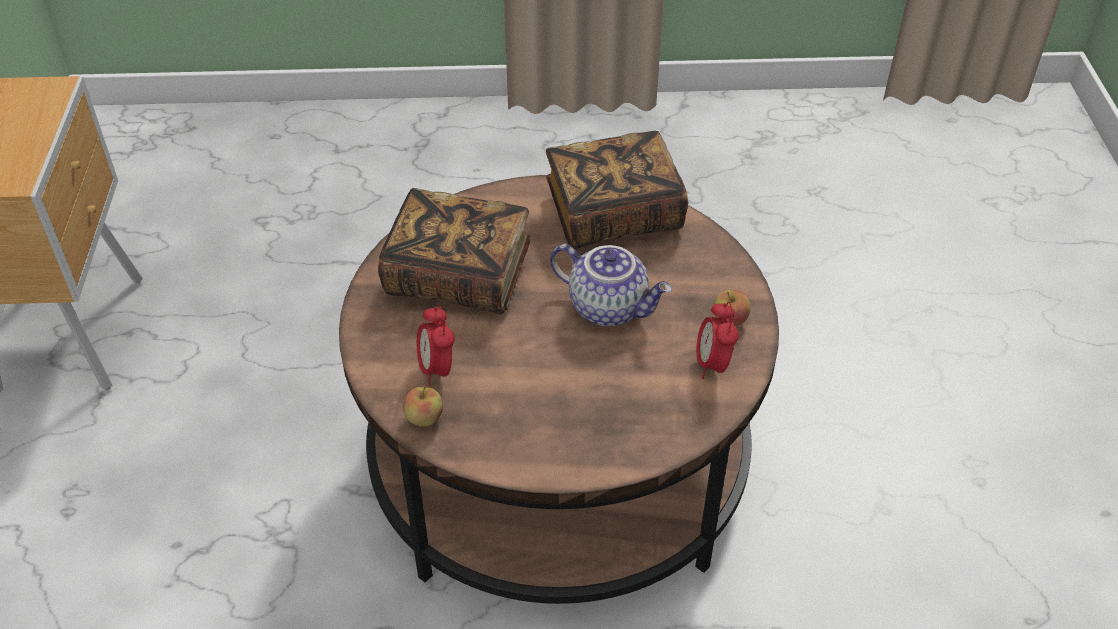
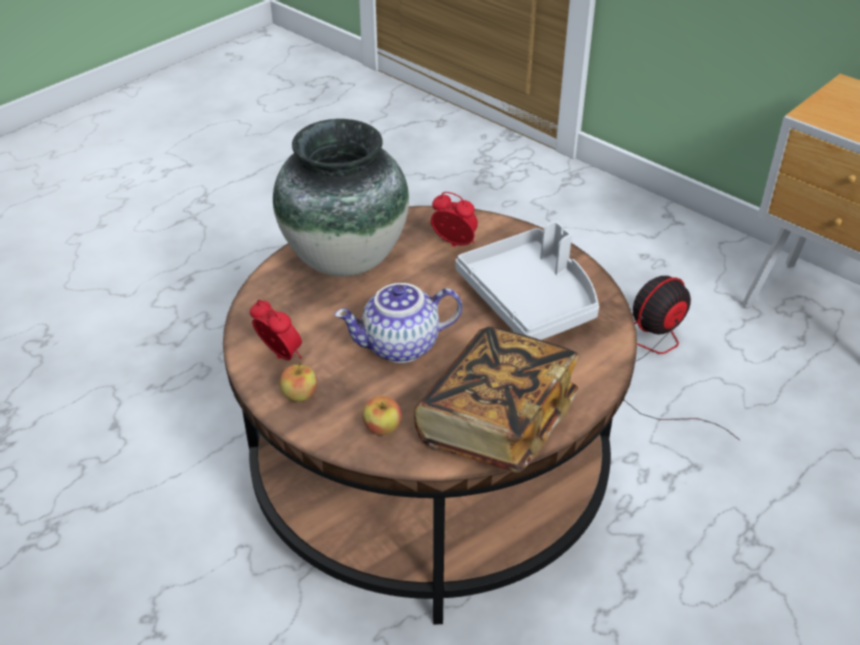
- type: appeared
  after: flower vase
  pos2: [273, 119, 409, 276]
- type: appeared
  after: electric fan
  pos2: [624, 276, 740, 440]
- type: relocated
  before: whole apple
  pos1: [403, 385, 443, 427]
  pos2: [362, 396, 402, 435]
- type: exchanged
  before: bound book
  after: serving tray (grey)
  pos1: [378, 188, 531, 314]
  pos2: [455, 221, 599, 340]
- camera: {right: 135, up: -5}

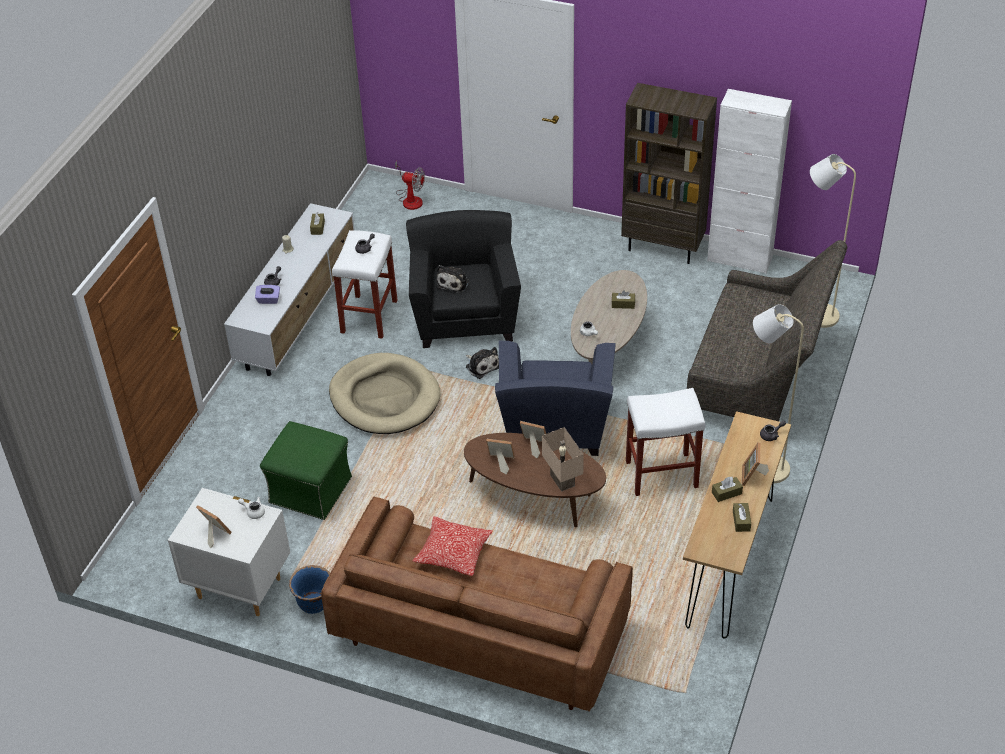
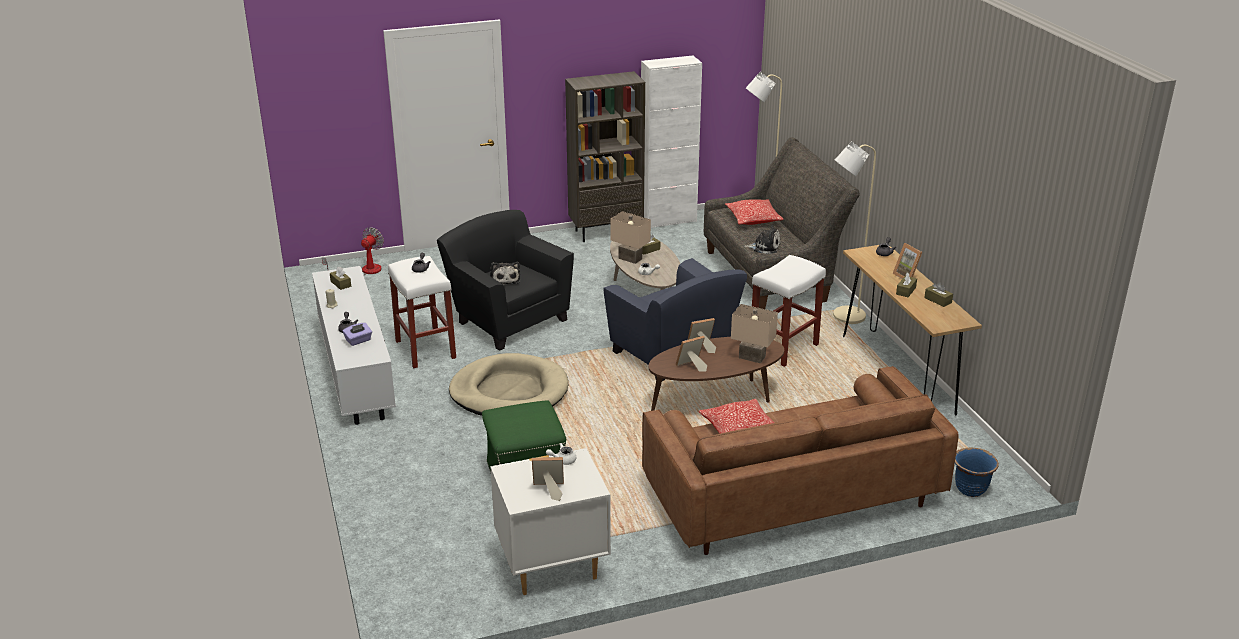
- type: appeared
  after: tabletop lamp (beige)
  pos2: [611, 211, 651, 264]
- type: appeared
  after: cushion
  pos2: [725, 199, 784, 225]
- type: relocated
  before: flower pot (bluish)
  pos1: [289, 565, 330, 614]
  pos2: [955, 448, 999, 497]
- type: relocated
  before: soft toy
  pos1: [466, 347, 499, 379]
  pos2: [744, 225, 781, 254]
- type: spun
  before: electric fan
  pos1: [395, 161, 425, 210]
  pos2: [322, 227, 384, 275]
  turn: -45
- camera: {right: -40, up: -15}

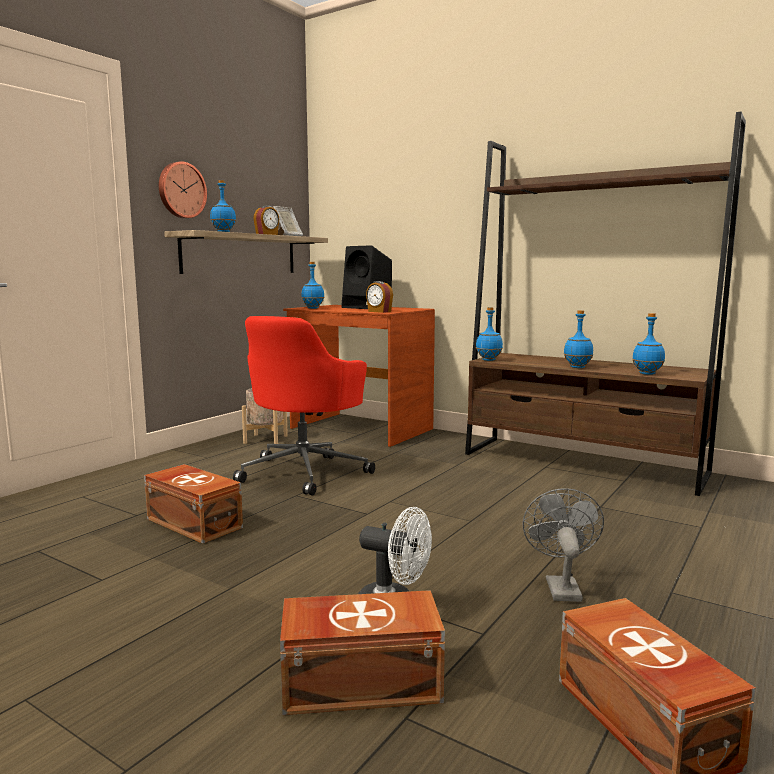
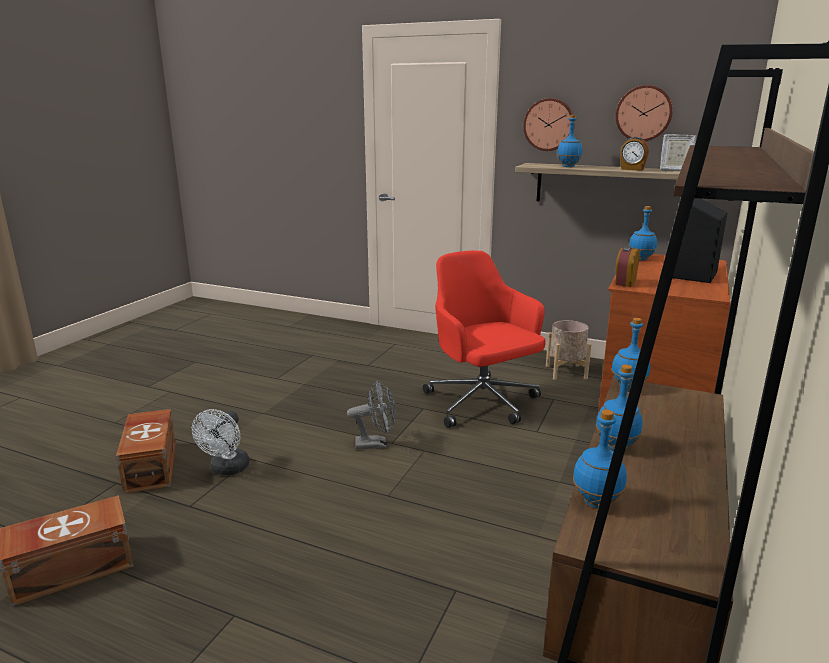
- type: missing
  before: storage container (brownish)
  pos1: [144, 464, 243, 544]
- type: appeared
  after: clock on the wall
  pos2: [616, 85, 673, 141]
- type: relocated
  before: electric fan (grey)
  pos1: [522, 488, 604, 602]
  pos2: [347, 381, 396, 449]
- type: spun
  before: office chair (red-coloured)
  pos1: [233, 316, 375, 495]
  pos2: [423, 250, 546, 428]
  turn: 45
- camera: {right: 80, up: 10}

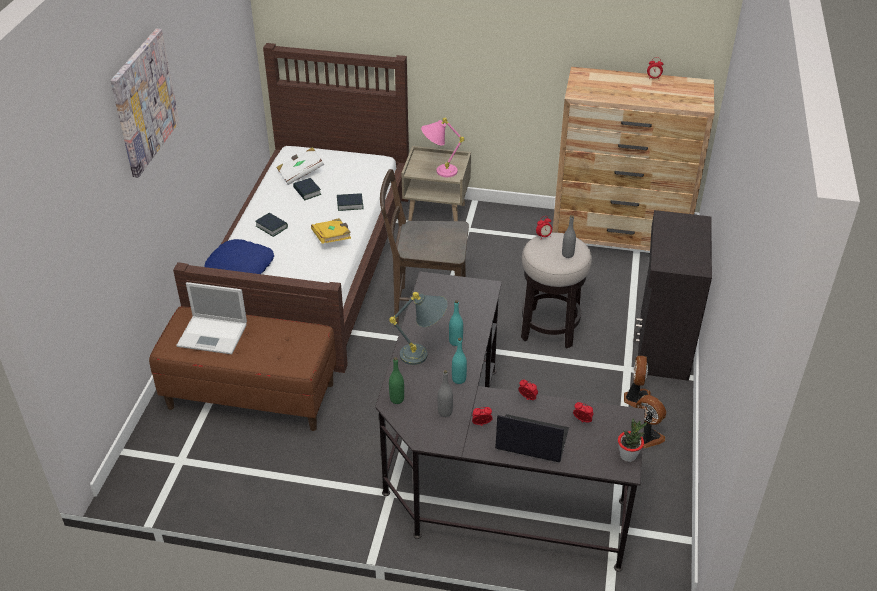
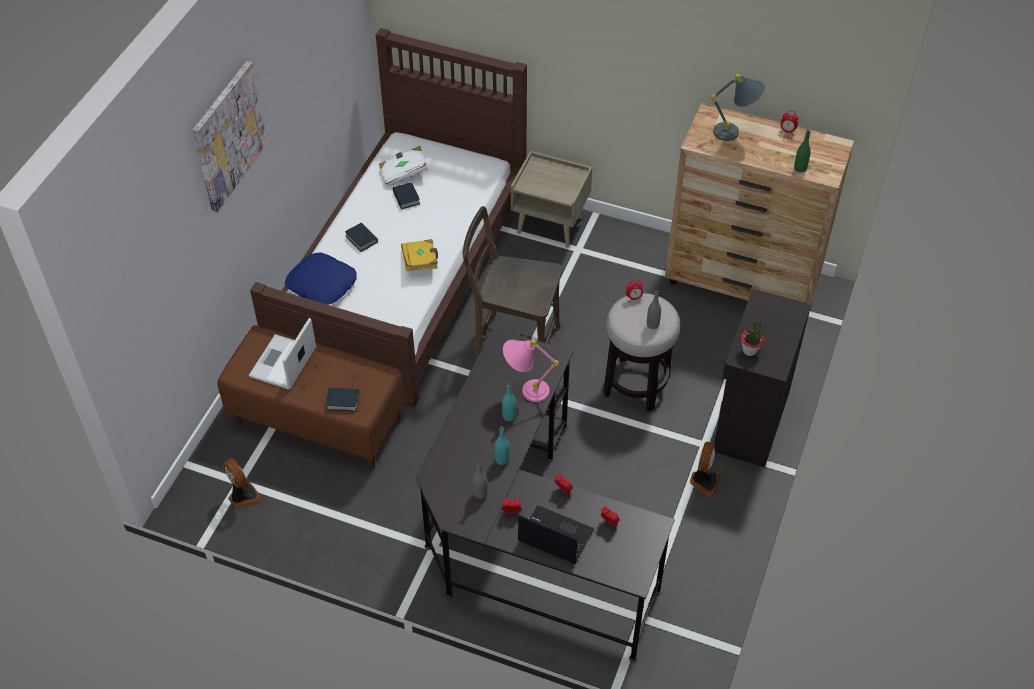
- type: relocated
  before: bound book
  pos1: [337, 193, 364, 211]
  pos2: [326, 388, 359, 412]
- type: relocated
  before: bottle (green-coloured)
  pos1: [389, 357, 404, 404]
  pos2: [794, 130, 811, 173]
- type: relocated
  before: tabletop lamp (grey)
  pos1: [390, 292, 448, 365]
  pos2: [710, 74, 765, 141]
- type: relocated
  before: tabletop lamp (pinkish)
  pos1: [421, 118, 465, 177]
  pos2: [503, 340, 559, 402]
- type: relocated
  before: plant in a pot
  pos1: [618, 419, 647, 462]
  pos2: [741, 319, 767, 356]
- type: relocated
  before: electric fan
  pos1: [636, 395, 666, 448]
  pos2: [223, 458, 262, 507]
- type: spun
  before: portable computer
  pos1: [176, 282, 247, 354]
  pos2: [249, 318, 316, 390]
  turn: 90
- camera: {right: 10, up: 10}

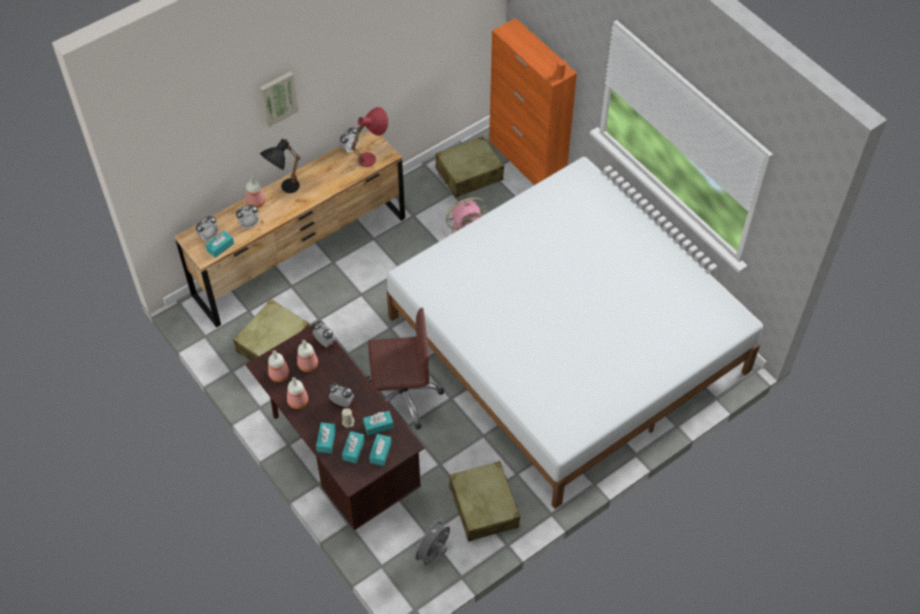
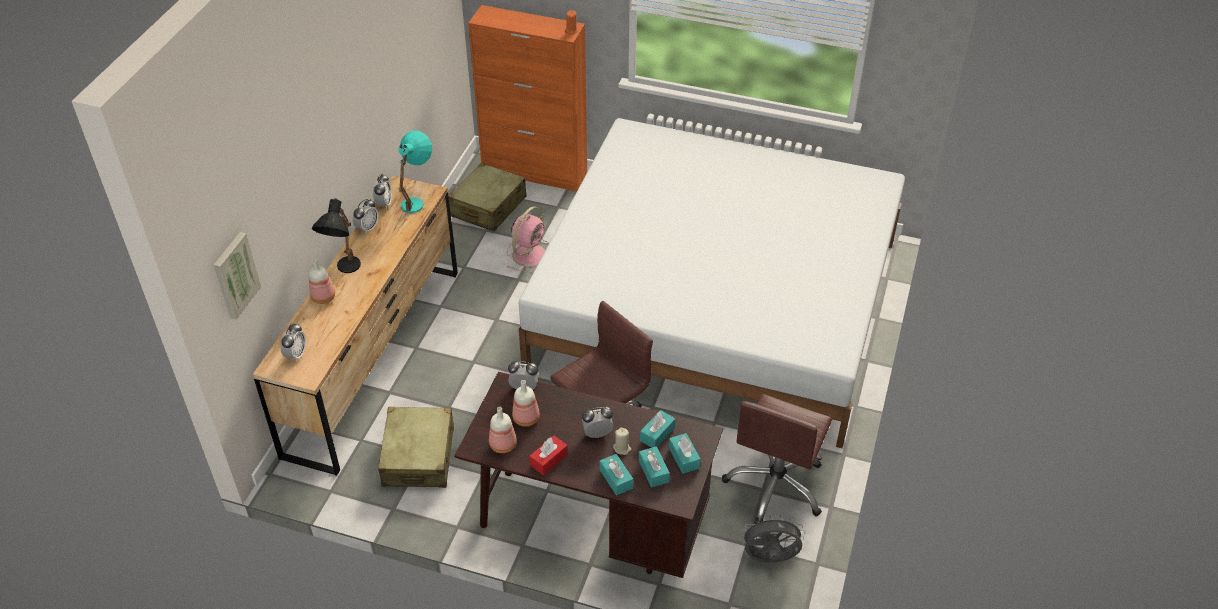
- type: missing
  before: tissue holder (turquoise)
  pos1: [205, 230, 234, 258]
- type: relocated
  before: table clock
  pos1: [236, 205, 259, 229]
  pos2: [353, 199, 379, 234]
- type: relocated
  before: wall art
  pos1: [260, 71, 299, 127]
  pos2: [214, 232, 261, 320]
- type: exchanged
  before: bottle
  after: tissue holder (red-coloured)
  pos1: [287, 377, 308, 409]
  pos2: [529, 436, 568, 475]
- type: exchanged
  before: suitcase (beige)
  after: office chair (brownish)
  pos1: [449, 461, 520, 542]
  pos2: [722, 394, 832, 524]
- type: colour
  before: tabletop lamp (red-coloured)
  after: tabletop lamp (turquoise)
  pos1: [351, 107, 388, 167]
  pos2: [398, 131, 432, 213]
- type: spun
  before: electric fan (grey)
  pos1: [412, 517, 450, 565]
  pos2: [740, 515, 805, 562]
  turn: 90
- camera: {right: -35, up: -10}

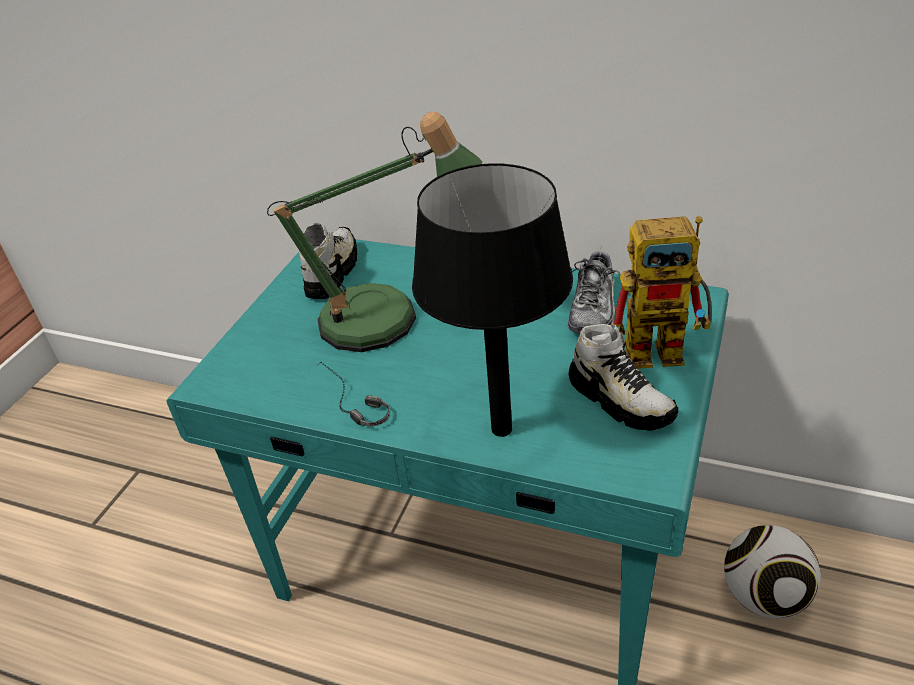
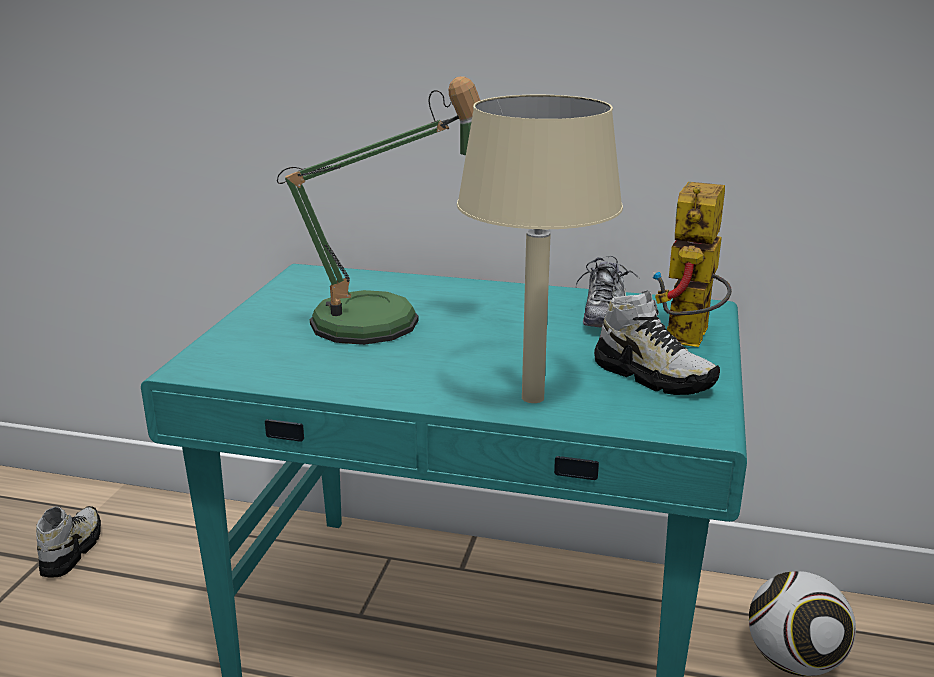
- type: missing
  before: headphones
  pos1: [318, 362, 390, 426]
- type: relocated
  before: low shoe
  pos1: [298, 223, 357, 299]
  pos2: [36, 506, 101, 577]
- type: colour
  before: tabletop lamp (black)
  after: tabletop lamp (beige)
  pos1: [412, 163, 573, 437]
  pos2: [457, 95, 623, 403]
- type: spun
  before: model robot
  pos1: [612, 216, 712, 369]
  pos2: [653, 182, 732, 347]
  turn: 120
- camera: {right: -10, up: -15}

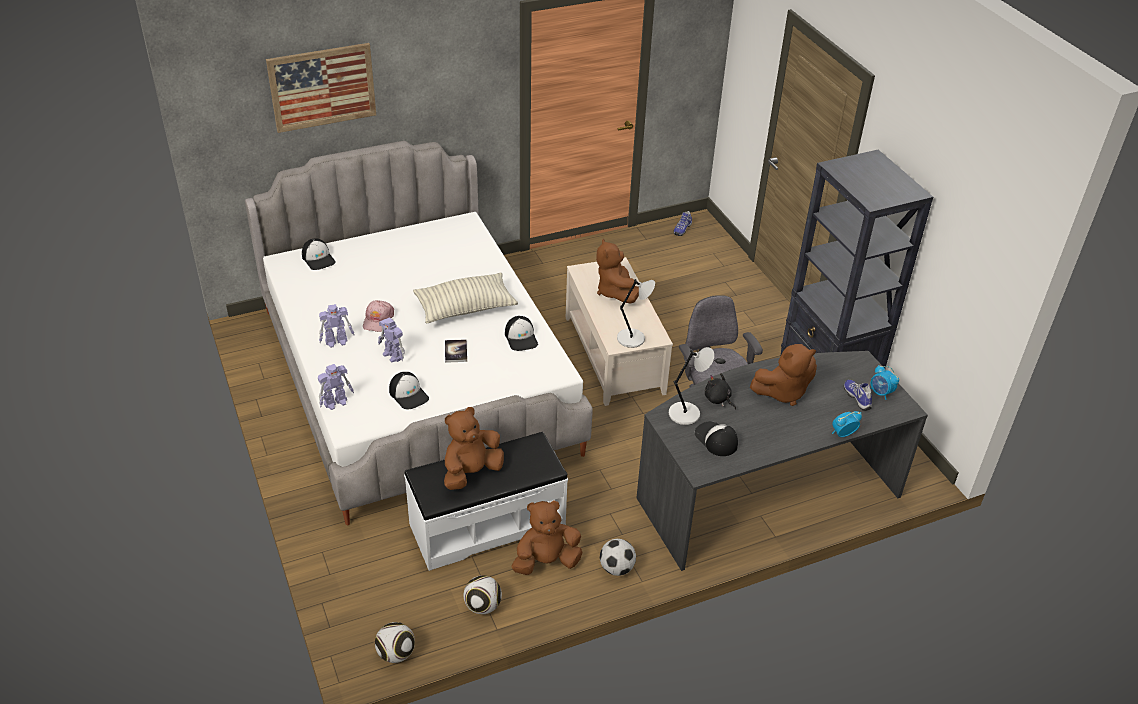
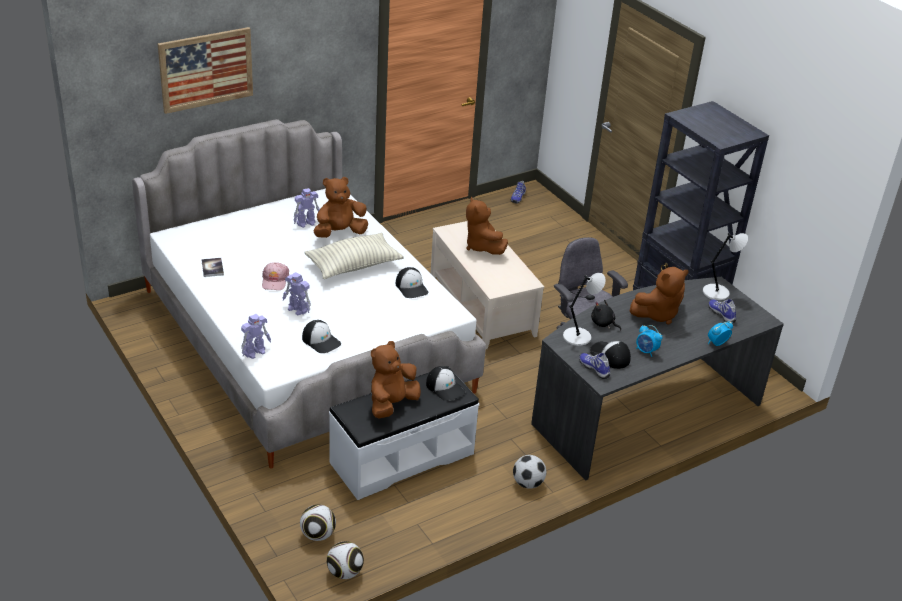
- type: appeared
  after: low shoe
  pos2: [579, 353, 610, 379]
- type: relocated
  before: cap
  pos1: [302, 239, 336, 270]
  pos2: [426, 366, 466, 401]
- type: relocated
  before: model robot
  pos1: [319, 304, 354, 348]
  pos2: [294, 188, 320, 228]
- type: relocated
  before: bound book
  pos1: [445, 339, 467, 363]
  pos2: [201, 258, 224, 277]
- type: relocated
  before: ball for football
  pos1: [464, 575, 502, 614]
  pos2: [300, 505, 336, 541]
- type: relocated
  before: soft toy (brownish)
  pos1: [512, 500, 583, 575]
  pos2: [313, 177, 368, 238]
- type: relocated
  before: tabletop lamp (grey)
  pos1: [617, 279, 655, 348]
  pos2: [703, 233, 748, 301]
- type: relocated
  before: table clock
  pos1: [870, 365, 899, 400]
  pos2: [636, 325, 662, 357]
- camera: {right: -10, up: -5}

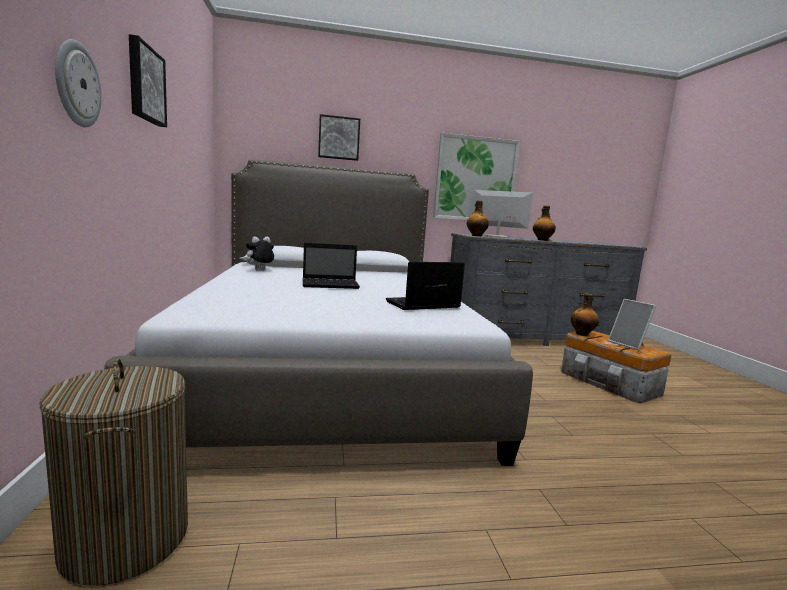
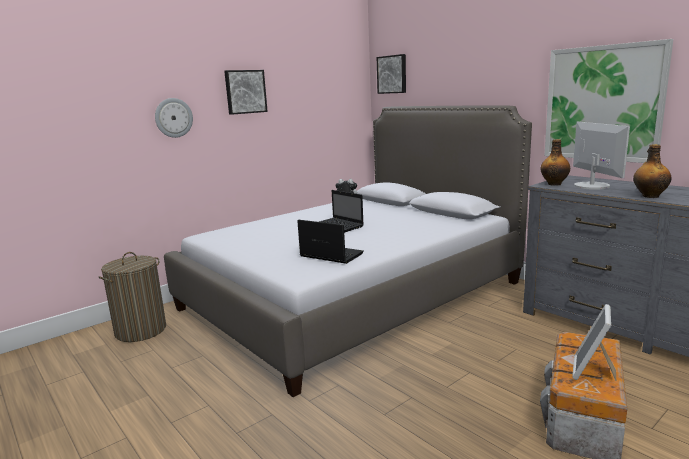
- type: missing
  before: bottle
  pos1: [571, 293, 599, 336]
- type: relocated
  before: wall art
  pos1: [318, 114, 360, 161]
  pos2: [377, 54, 406, 94]
- camera: {right: 60, up: 5}

